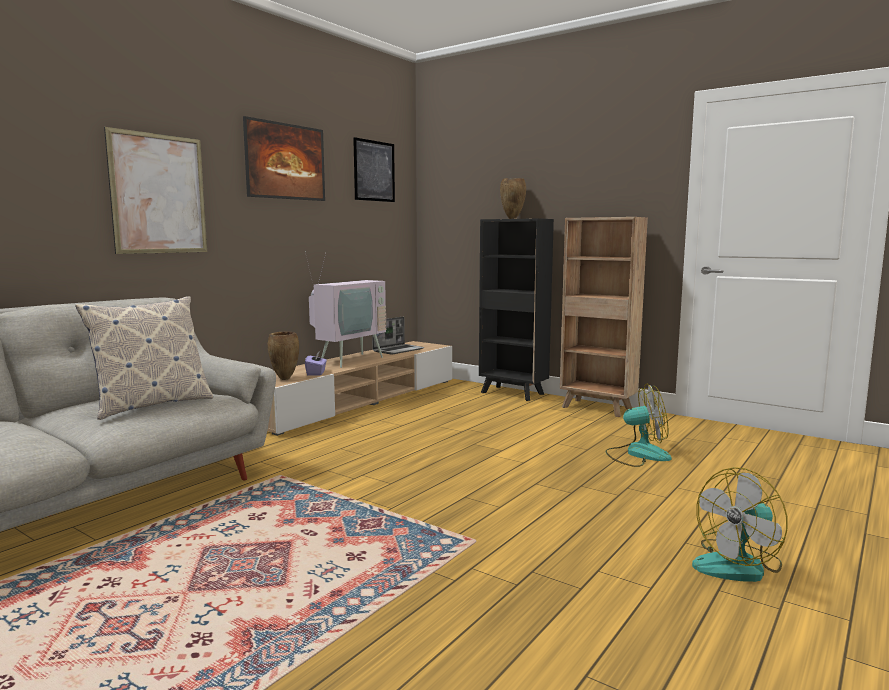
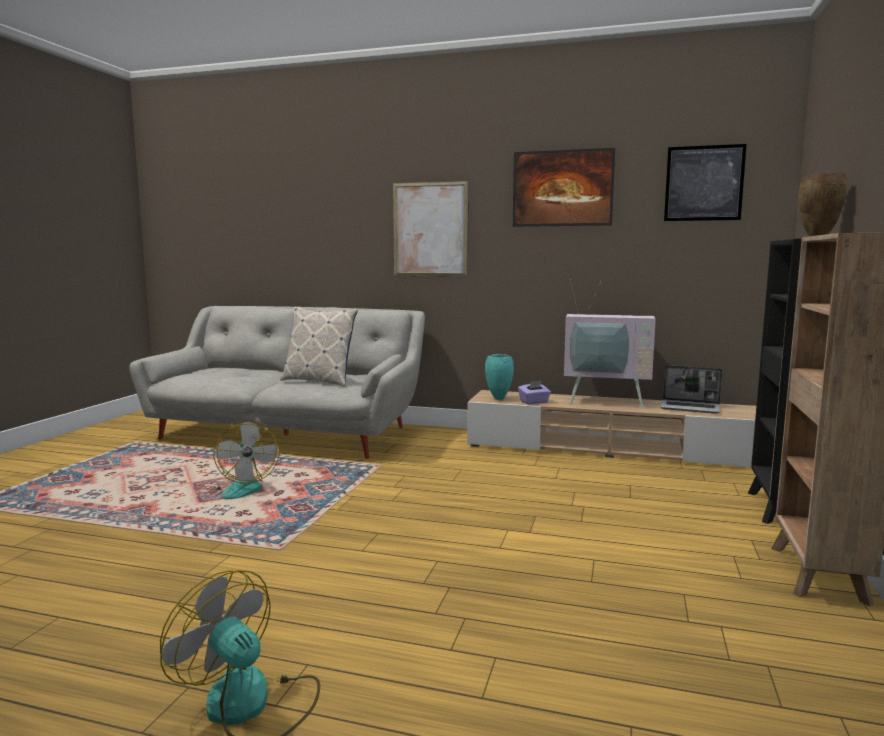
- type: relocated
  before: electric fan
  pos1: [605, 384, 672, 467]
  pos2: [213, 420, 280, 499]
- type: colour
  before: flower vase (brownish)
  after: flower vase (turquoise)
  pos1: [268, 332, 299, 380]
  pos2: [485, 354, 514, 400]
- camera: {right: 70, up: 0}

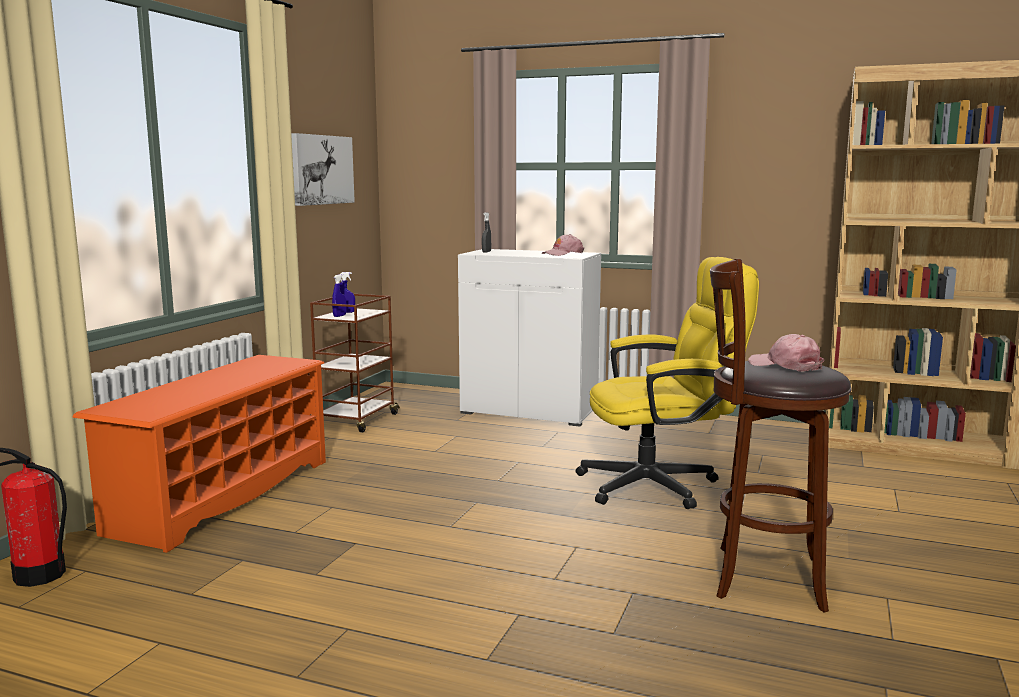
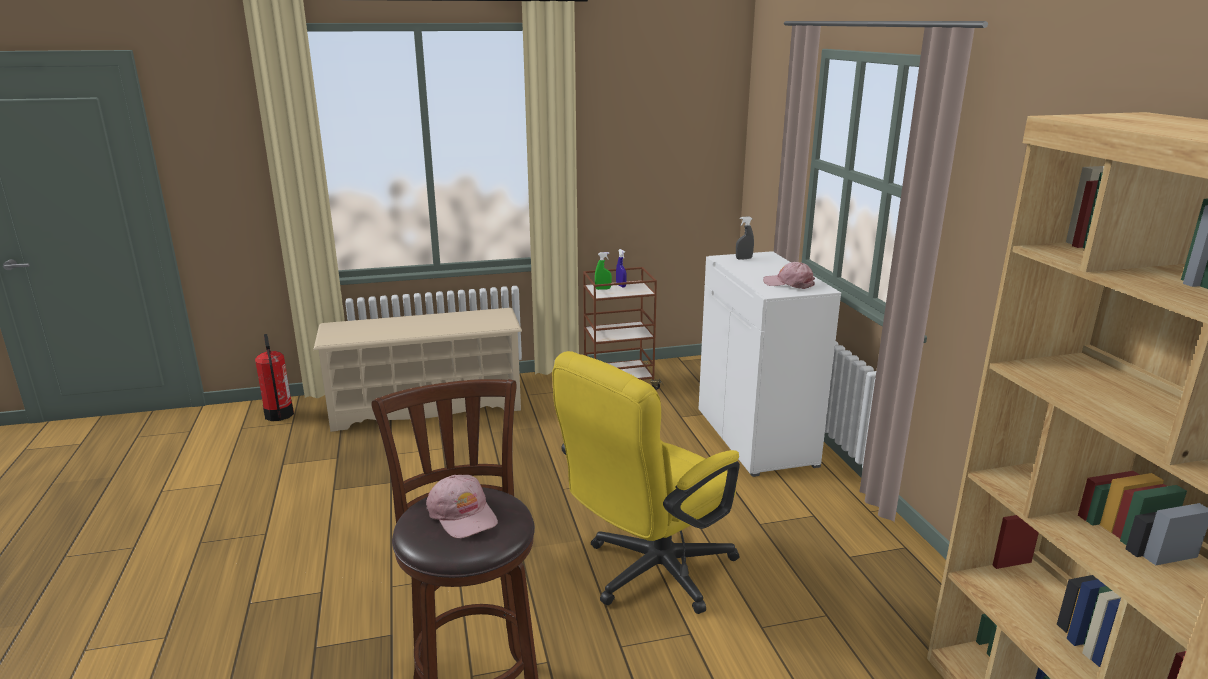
- type: missing
  before: wall art
  pos1: [291, 133, 355, 206]
- type: colour
  before: shoe shelf (orange)
  after: shoe shelf (beige)
  pos1: [72, 355, 326, 553]
  pos2: [313, 308, 522, 432]
- type: colour
  before: hand sprayer (bluish)
  after: hand sprayer (green-coloured)
  pos1: [332, 274, 346, 317]
  pos2: [595, 252, 612, 290]
- type: spun
  before: office chair (yellowish)
  pos1: [576, 257, 759, 509]
  pos2: [552, 351, 740, 614]
  turn: 90
- type: spun
  before: cap (pinkish)
  pos1: [748, 334, 824, 372]
  pos2: [426, 475, 498, 539]
  turn: 135
- camera: {right: 55, up: 10}

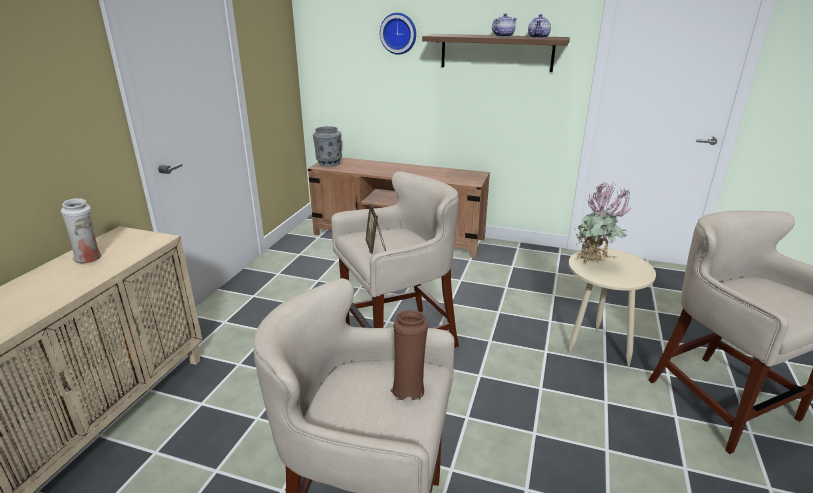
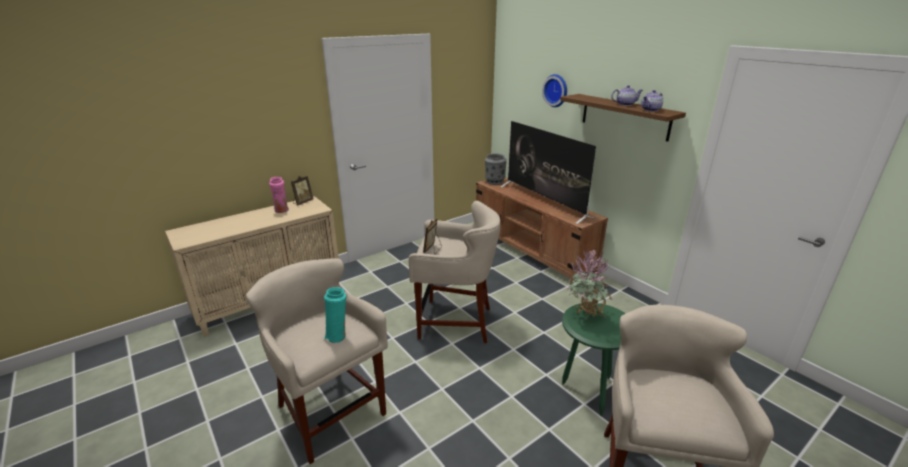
- type: appeared
  after: photo frame
  pos2: [291, 176, 313, 206]
- type: appeared
  after: TV
  pos2: [501, 121, 596, 224]
- type: colour
  before: flower vase (white-coloured)
  after: flower vase (pinkish)
  pos1: [61, 198, 102, 263]
  pos2: [269, 177, 289, 213]
- type: colour
  before: flower vase (brownish)
  after: flower vase (turquoise)
  pos1: [390, 310, 428, 400]
  pos2: [324, 287, 346, 343]
- type: colour
  before: end table (beige)
  after: end table (green-coloured)
  pos1: [568, 248, 656, 366]
  pos2: [562, 303, 626, 416]
- camera: {right: 35, up: 0}

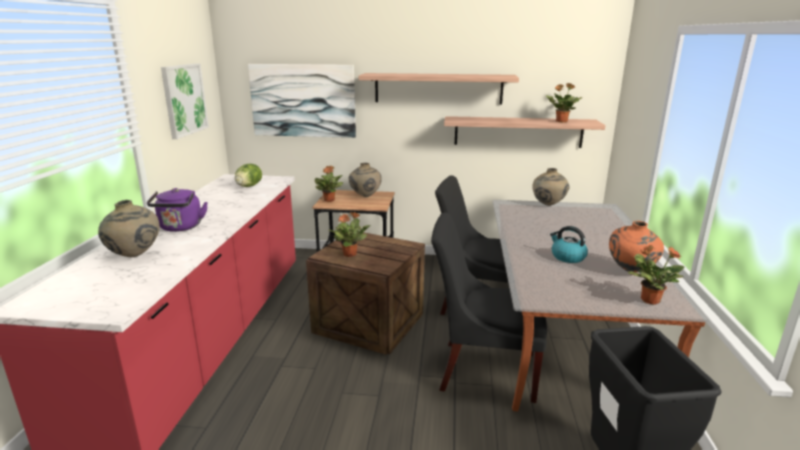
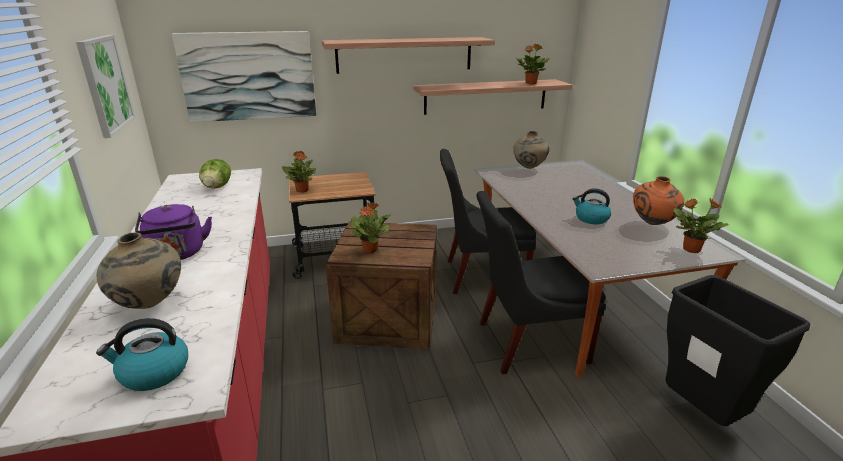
- type: missing
  before: flower vase (beige)
  pos1: [349, 163, 382, 197]
- type: appeared
  after: kettle
  pos2: [96, 318, 188, 391]
- camera: {right: -20, up: 5}

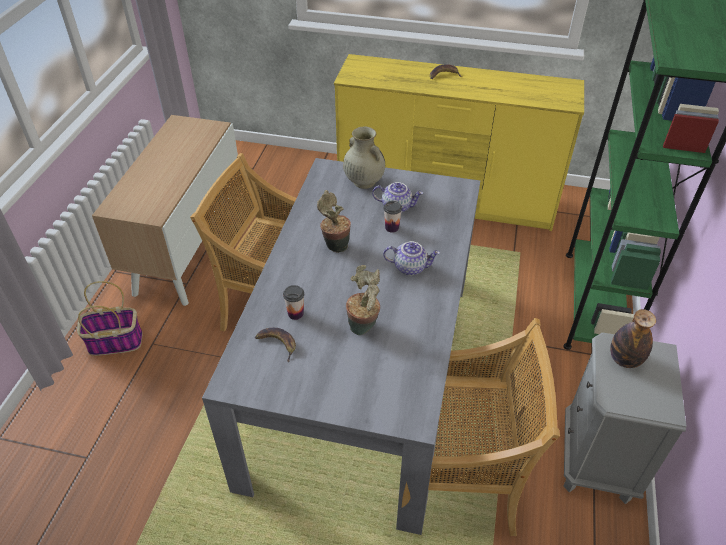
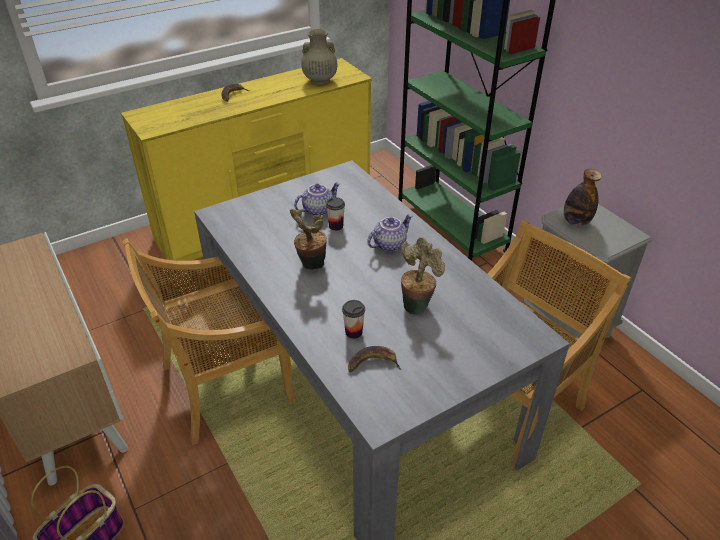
- type: relocated
  before: flower vase (beige)
  pos1: [343, 127, 385, 189]
  pos2: [301, 29, 337, 85]
- camera: {right: -45, up: -5}

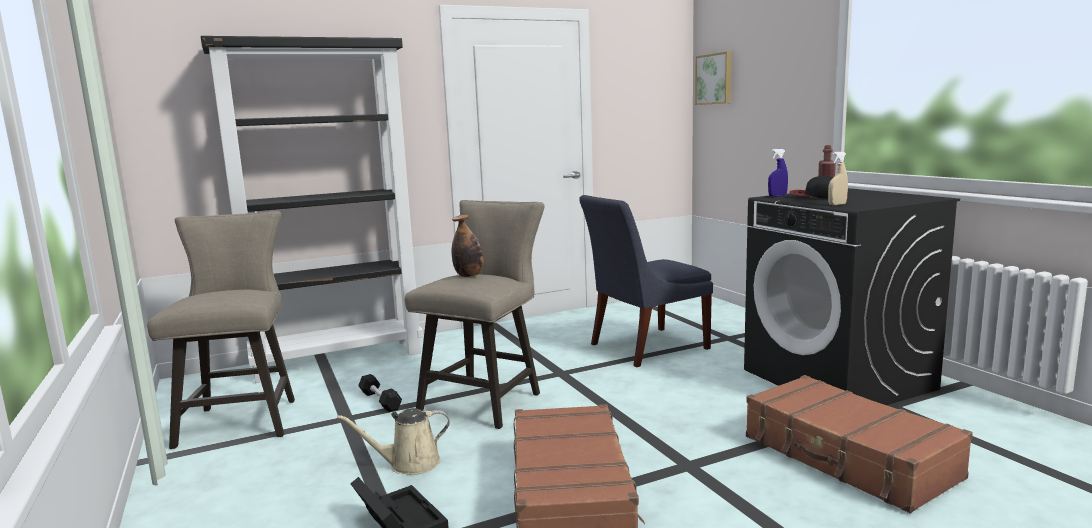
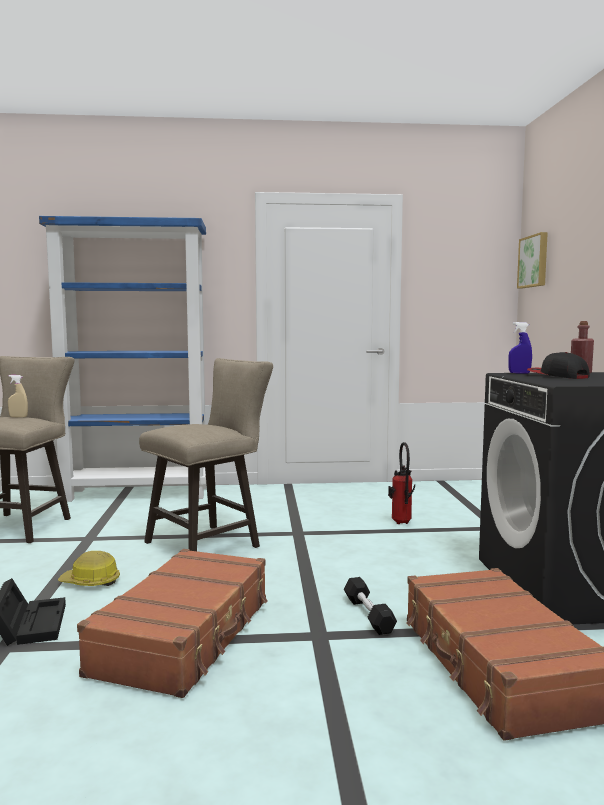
- type: missing
  before: bottle
  pos1: [452, 215, 484, 277]
- type: relocated
  before: hand weight (black)
  pos1: [358, 374, 402, 412]
  pos2: [344, 577, 397, 635]
- type: relocated
  before: hand sprayer (beige)
  pos1: [828, 151, 848, 205]
  pos2: [8, 375, 28, 417]
- type: exchanged
  before: sprinkling can (beige)
  after: safety helmet
  pos1: [337, 408, 450, 475]
  pos2: [58, 551, 120, 586]
- type: exchanged
  before: plain chair (bluish)
  after: extinguisher
  pos1: [579, 195, 713, 367]
  pos2: [388, 442, 415, 524]
- type: colour
  before: bookshelf (black)
  after: bookshelf (bluish)
  pos1: [201, 36, 423, 383]
  pos2: [39, 216, 207, 502]
- camera: {right: 20, up: -5}

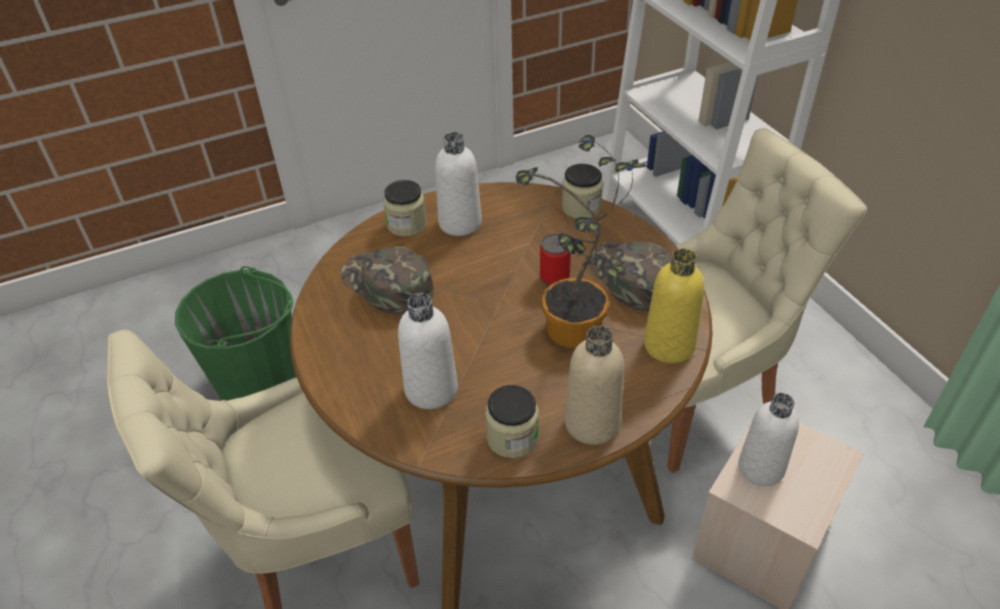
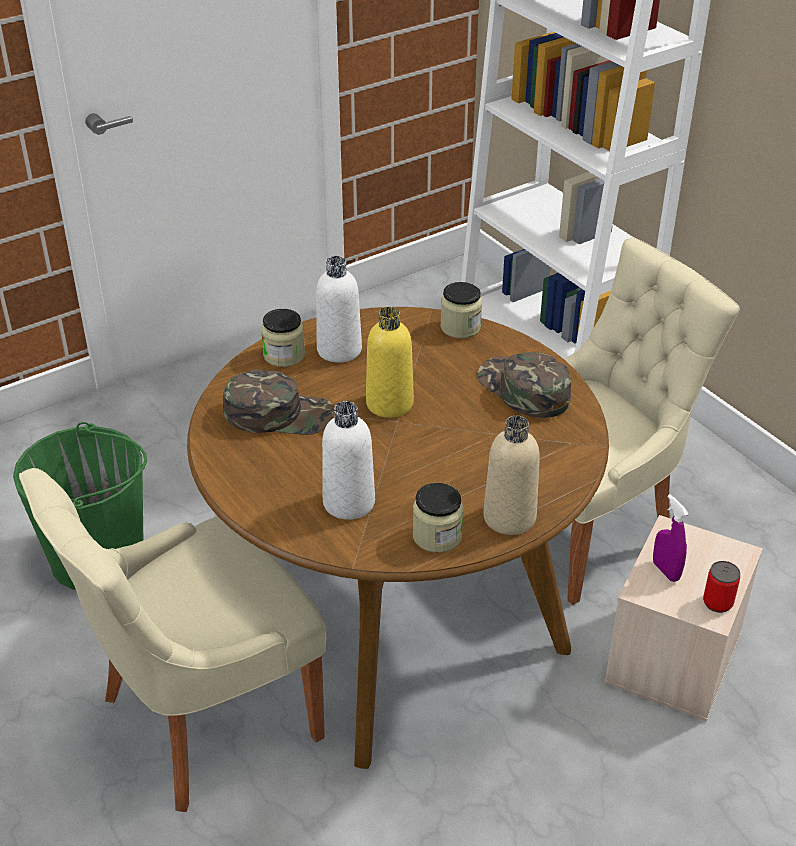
- type: missing
  before: plant in a pot
  pos1: [516, 135, 647, 348]
- type: relocated
  before: metal can
  pos1: [540, 234, 571, 286]
  pos2: [703, 561, 740, 613]
- type: relocated
  before: bottle (yellowish)
  pos1: [644, 248, 704, 363]
  pos2: [366, 307, 414, 418]
- type: exchanged
  before: bottle (white-coloured)
  after: hand sprayer (purple)
  pos1: [739, 393, 799, 486]
  pos2: [653, 494, 689, 582]
- type: spun
  before: cap (green-coloured)
  pos1: [341, 246, 434, 314]
  pos2: [223, 369, 334, 435]
  turn: 150
- camera: {right: -10, up: -5}

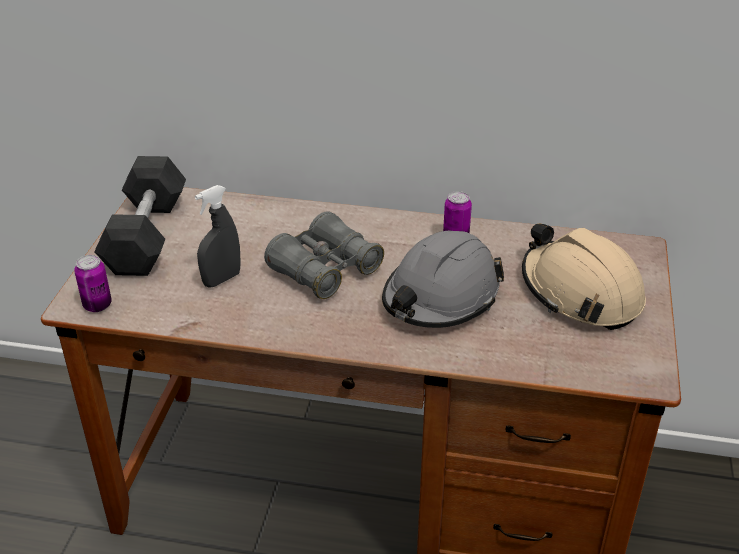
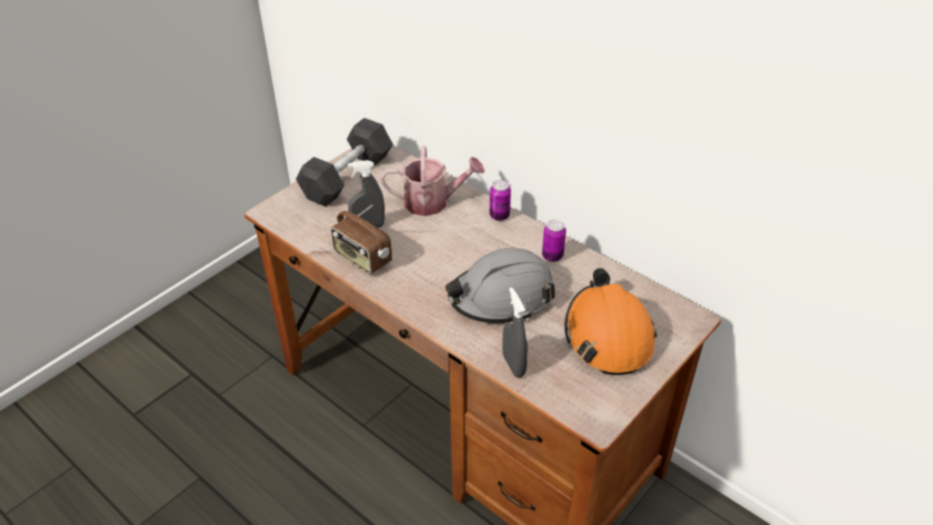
- type: missing
  before: pair of binoculars (grey)
  pos1: [264, 211, 384, 299]
- type: appeared
  after: radio receiver
  pos2: [331, 205, 392, 275]
- type: appeared
  after: sprinkling can
  pos2: [381, 145, 485, 216]
- type: appeared
  after: hand sprayer (grey)
  pos2: [502, 287, 528, 378]
- type: relocated
  before: metal can
  pos1: [74, 255, 112, 312]
  pos2: [490, 180, 511, 221]
- type: colour
  before: safety helmet (beige)
  after: safety helmet (orange)
  pos1: [522, 223, 646, 330]
  pos2: [565, 268, 657, 375]
- camera: {right: 30, up: 5}

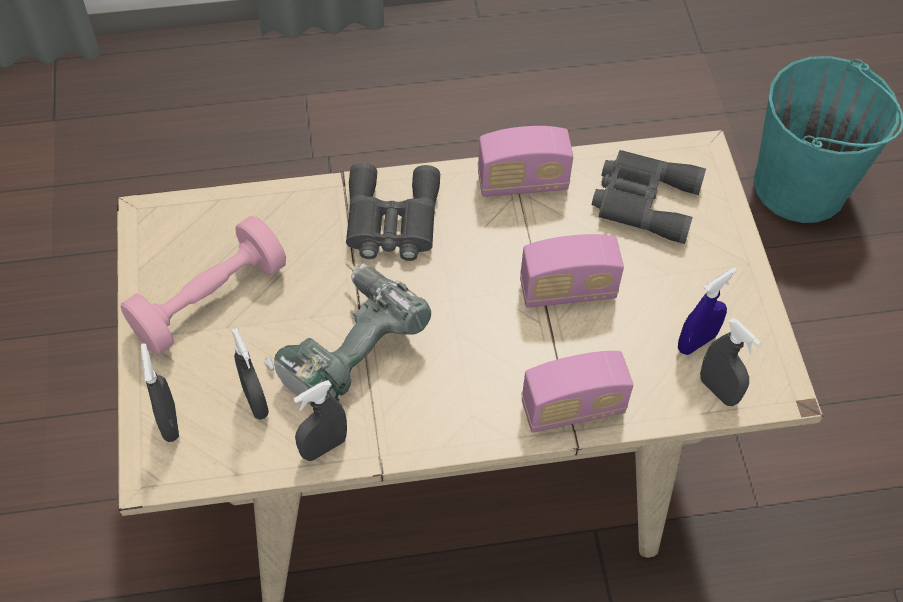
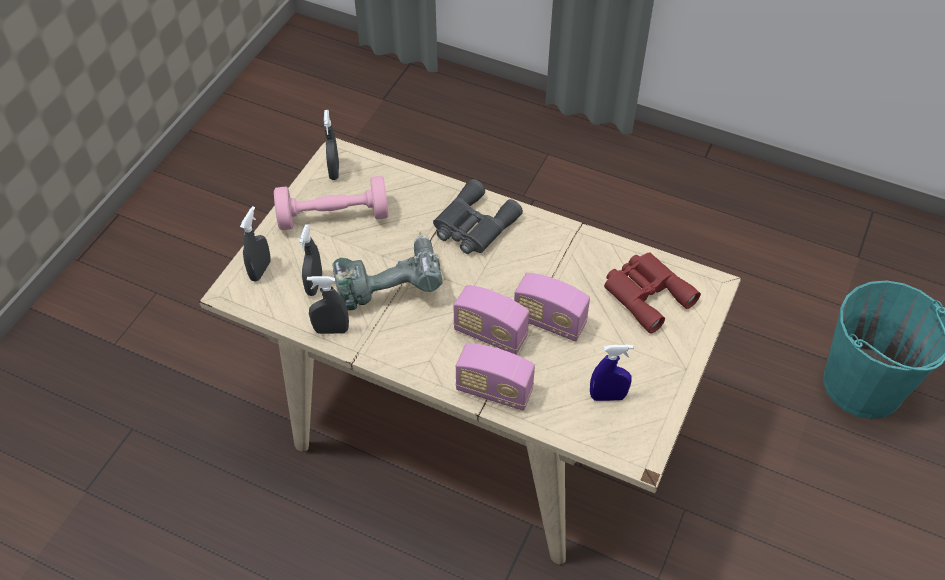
- type: relocated
  before: radio receiver
  pos1: [478, 126, 573, 197]
  pos2: [453, 285, 529, 354]
- type: relocated
  before: hand sprayer (grey)
  pos1: [700, 318, 761, 406]
  pos2: [324, 110, 339, 180]
- type: colour
  before: pair of binoculars (grey)
  after: pair of binoculars (red-coloured)
  pos1: [592, 150, 706, 244]
  pos2: [604, 253, 701, 334]
- camera: {right: 35, up: -5}

